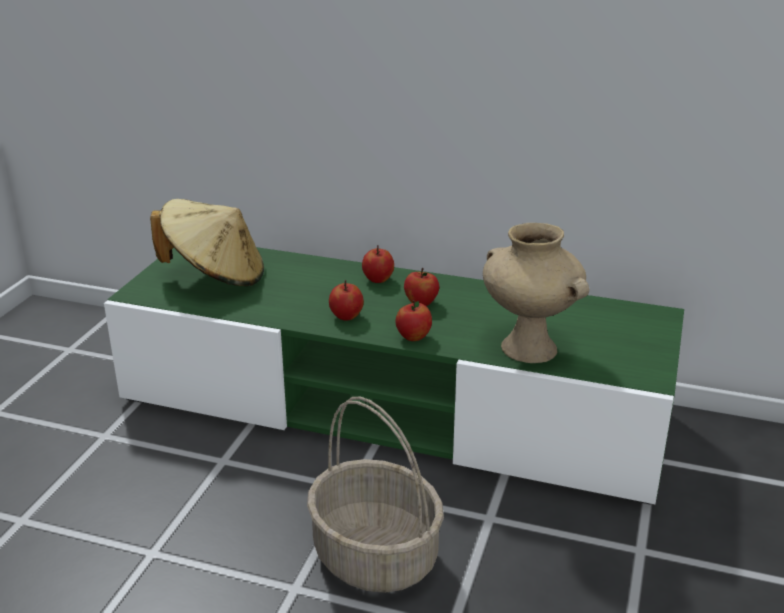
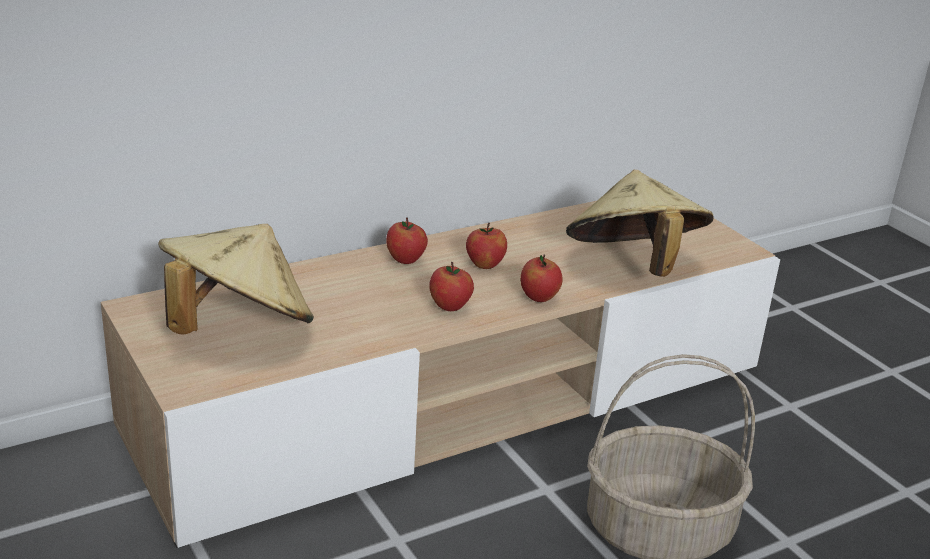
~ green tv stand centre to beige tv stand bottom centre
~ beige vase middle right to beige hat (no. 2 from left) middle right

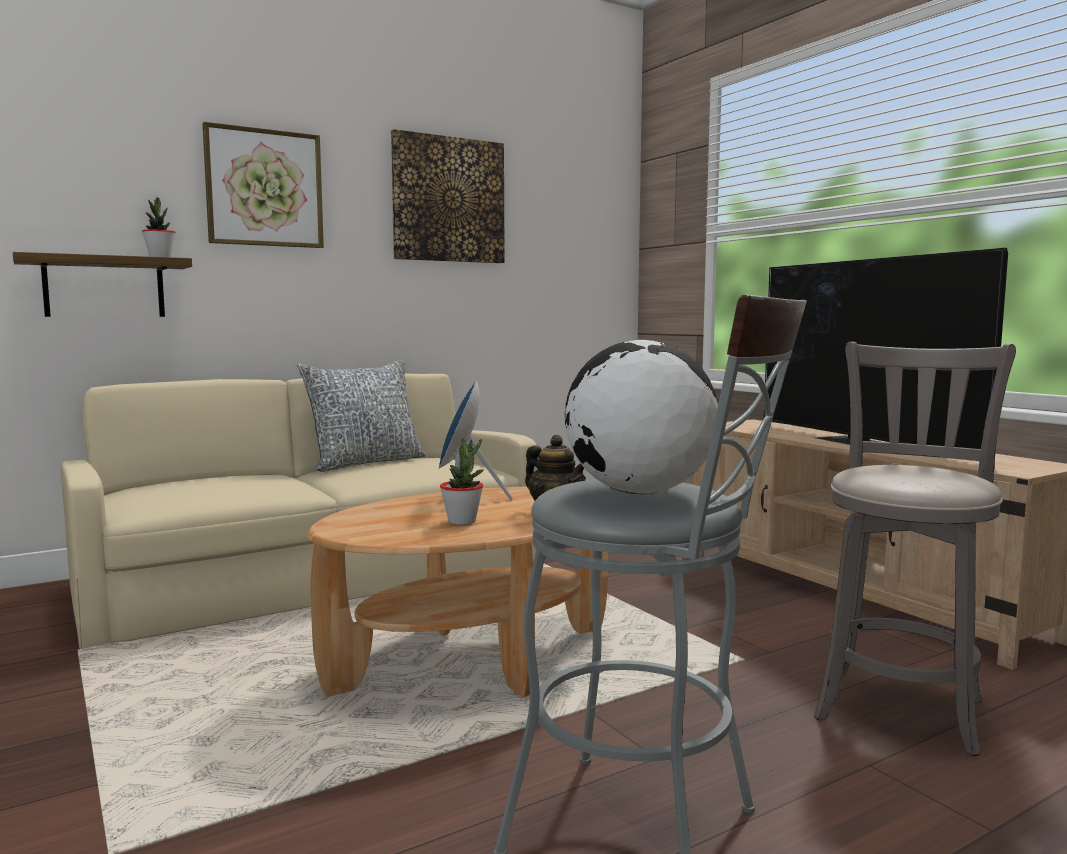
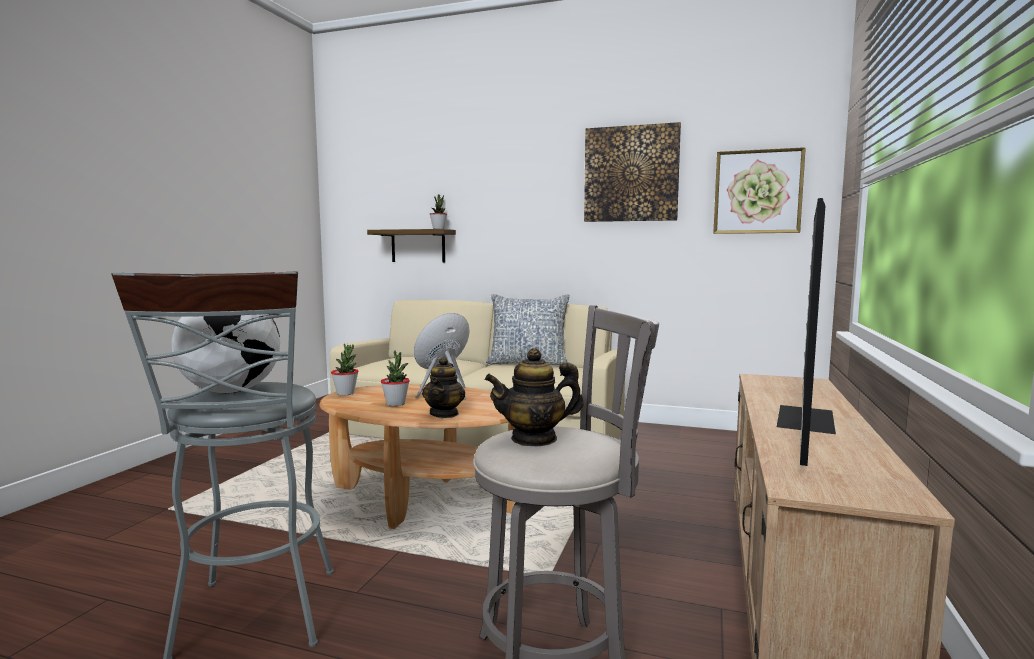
~ picture (no. 1 from left in the first image) top left to picture (no. 2 from left) top right
+ potted plant (no. 1 from left) middle left
+ teapot (no. 2 from left) centre

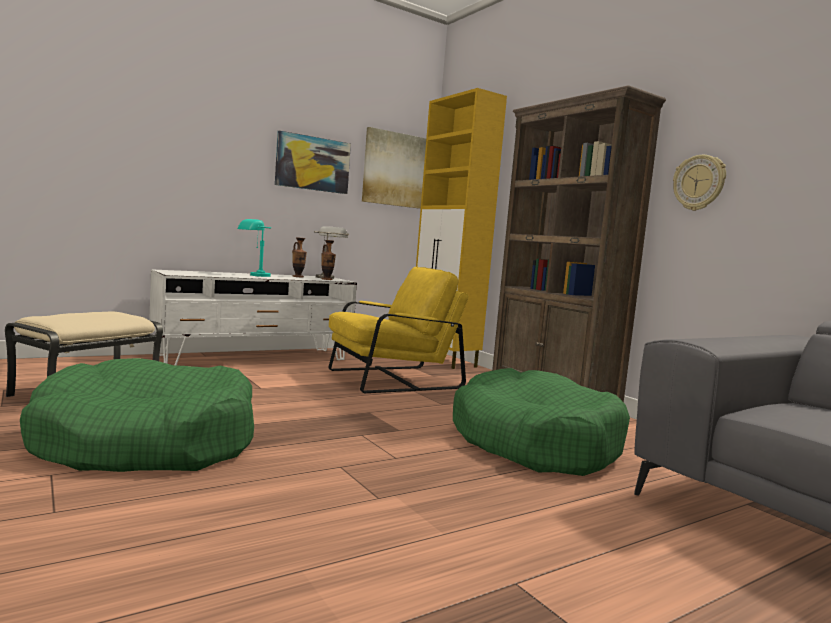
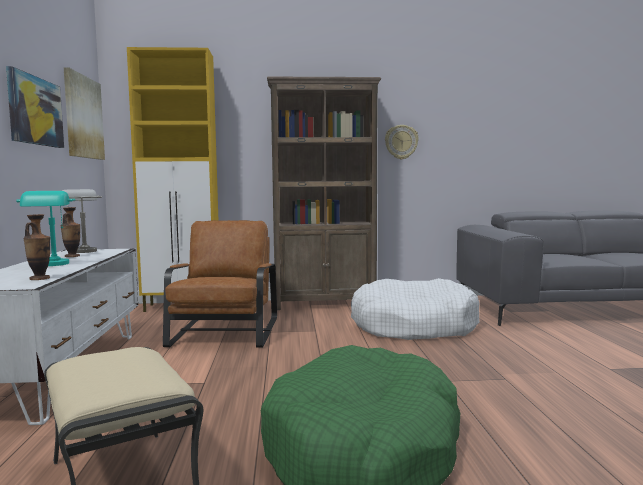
~ vase (no. 2 from left in the first image) centre to vase (no. 1 from left) middle left
~ yellow armchair centre to brown armchair centre
~ green dog bed (no. 2 from left) bottom centre to white dog bed centre

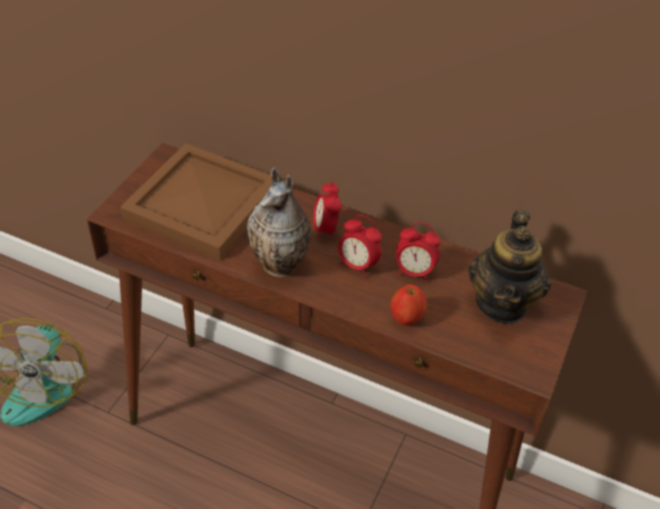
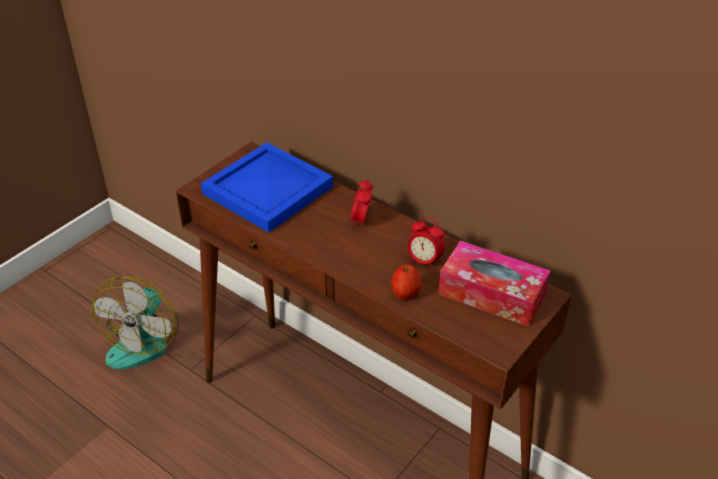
~ brown tray middle left to blue tray centre
- vase centre
- alarm clock (no. 2 from left) centre
~ teapot middle right to tissue box middle right

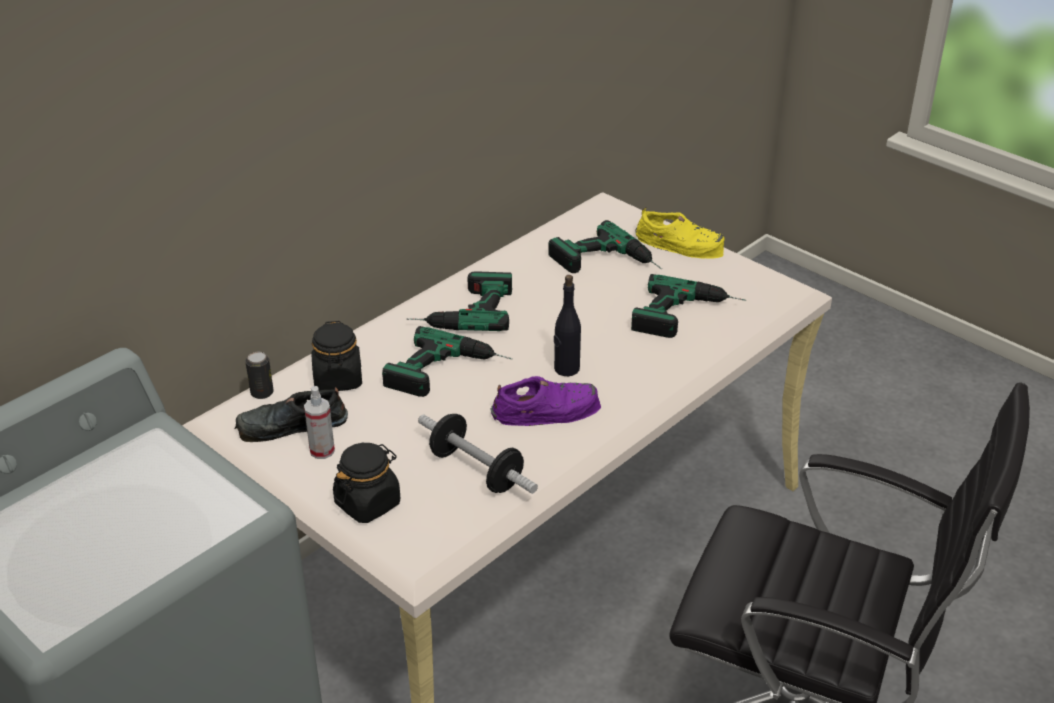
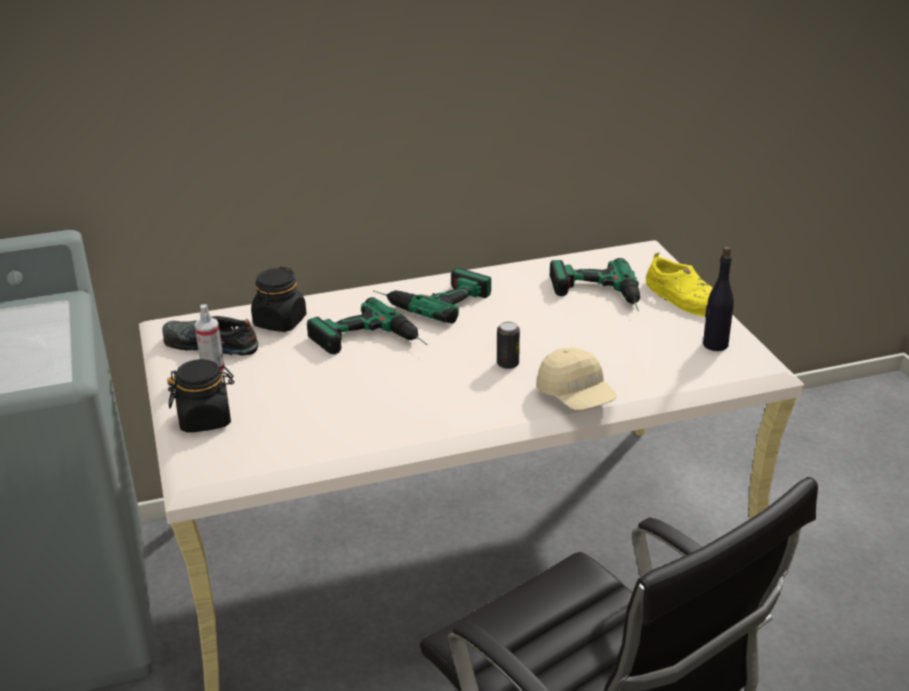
~ can middle left to centre
- dumbbell centre
- purple shoe centre
~ black bottle centre to middle right
- power drill (no. 4 from left) centre
+ beige cap centre

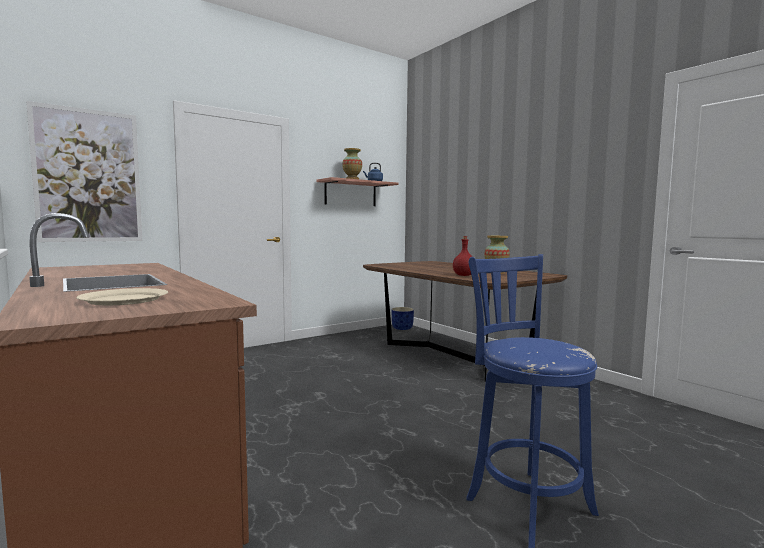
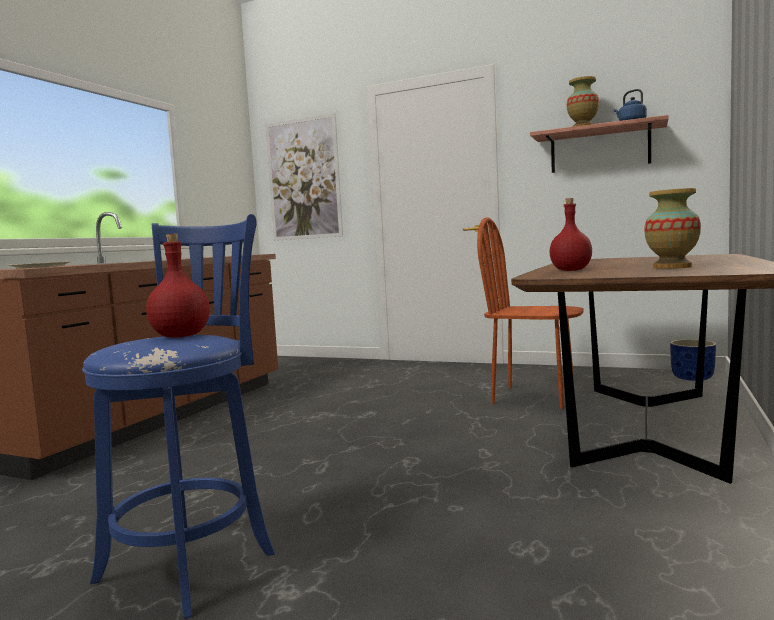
+ red bottle (no. 1 from left) middle left
+ brown chair middle right

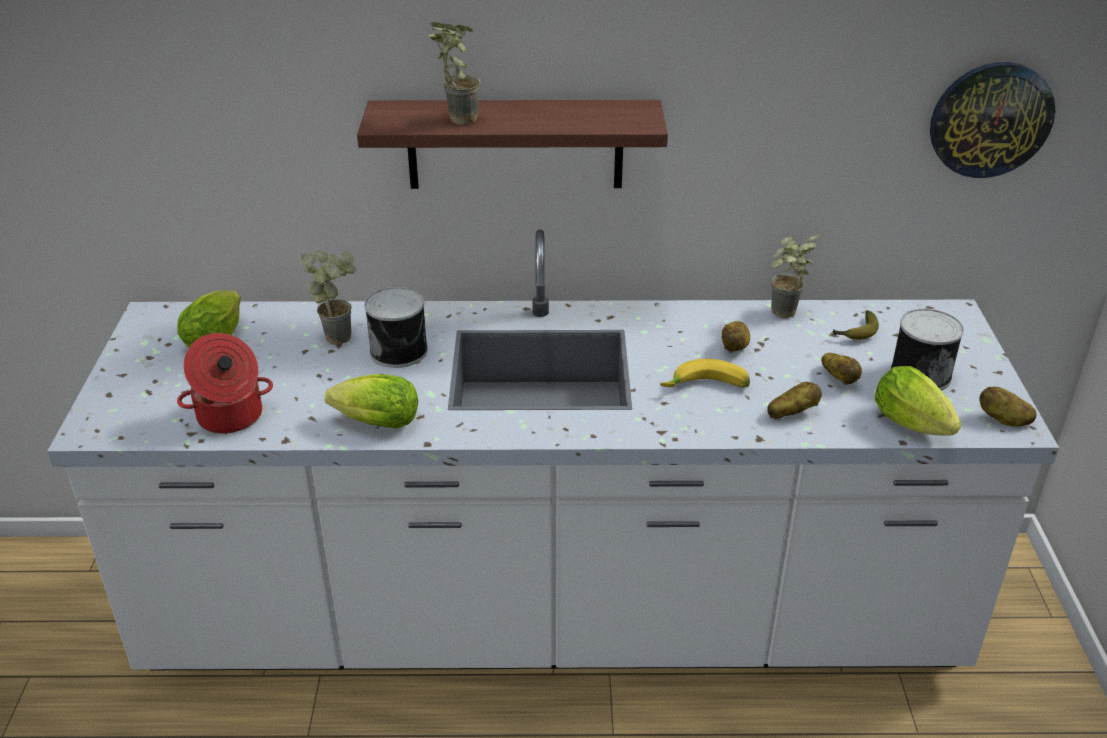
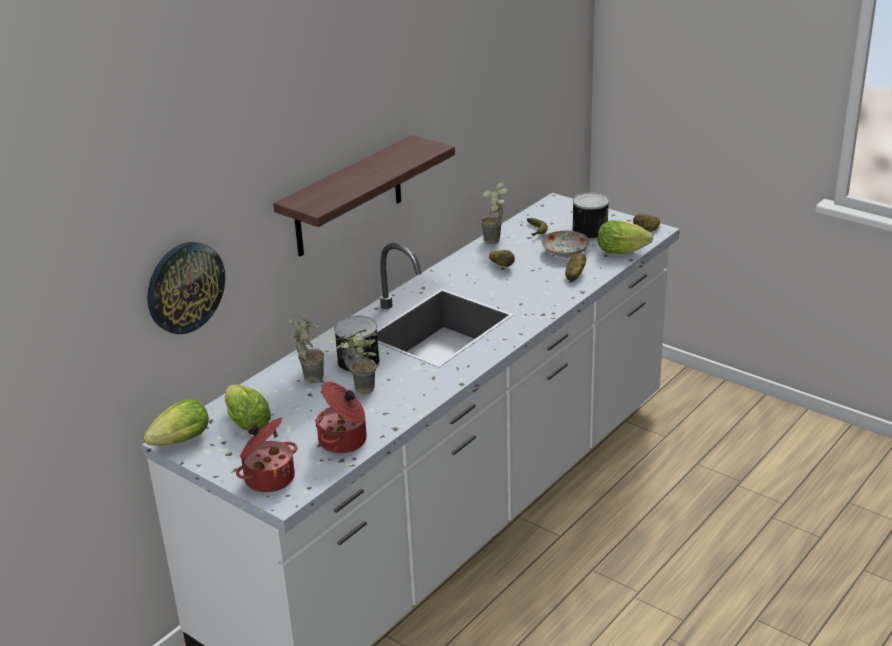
~ lettuce (no. 2 from left in the first image) centre to lettuce (no. 1 from left) middle left
~ potted plant (no. 2 from left) top centre to centre
- banana (no. 1 from left) centre
~ potato (no. 3 from left) middle right to plate centre
~ wall clock top right to middle left
+ cooking pot (no. 1 from left) bottom left

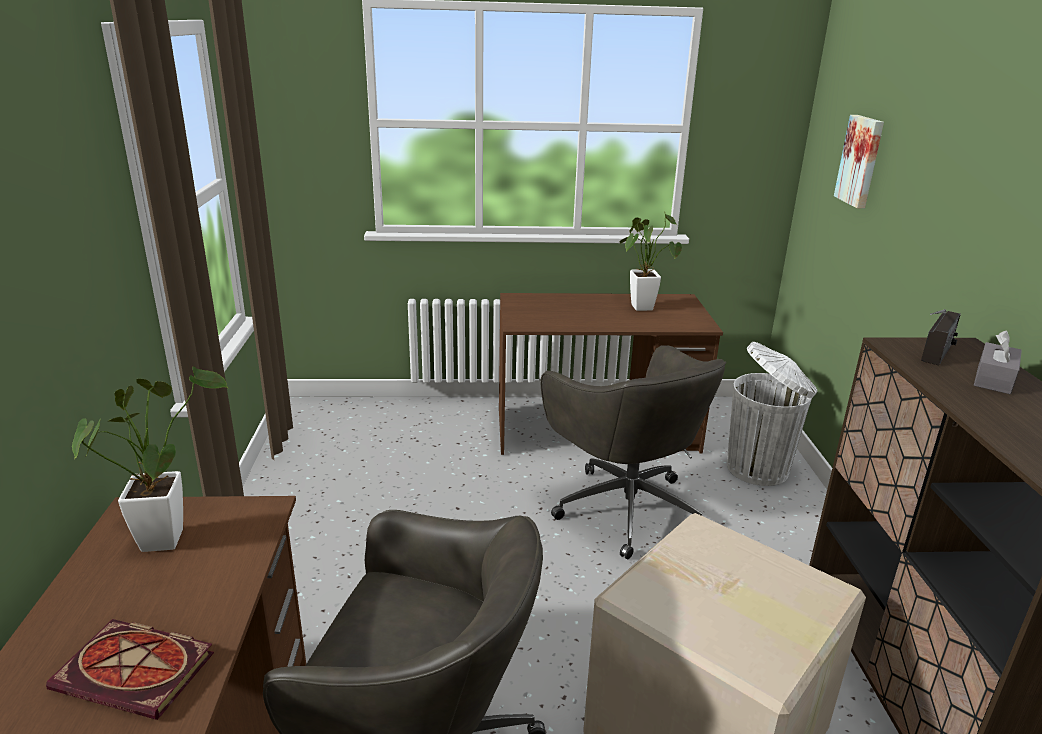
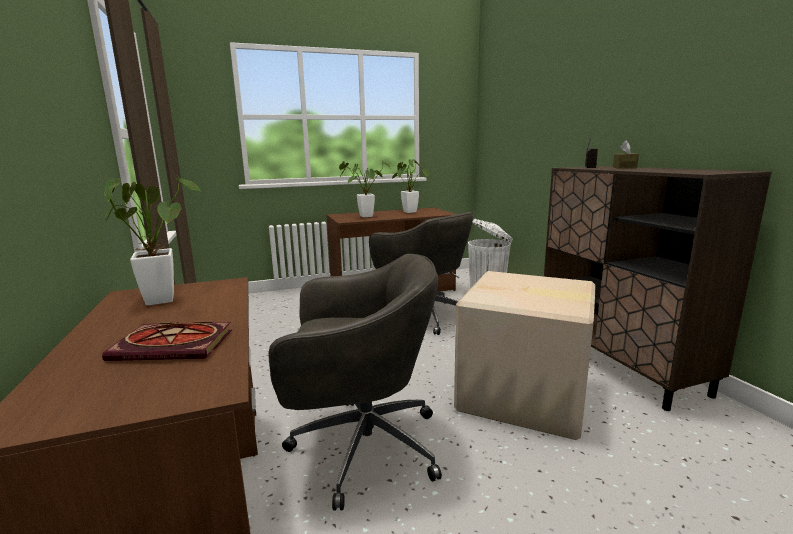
- picture top right
~ grey tissue box middle right to brown tissue box top right
+ potted plant (no. 2 from left) centre

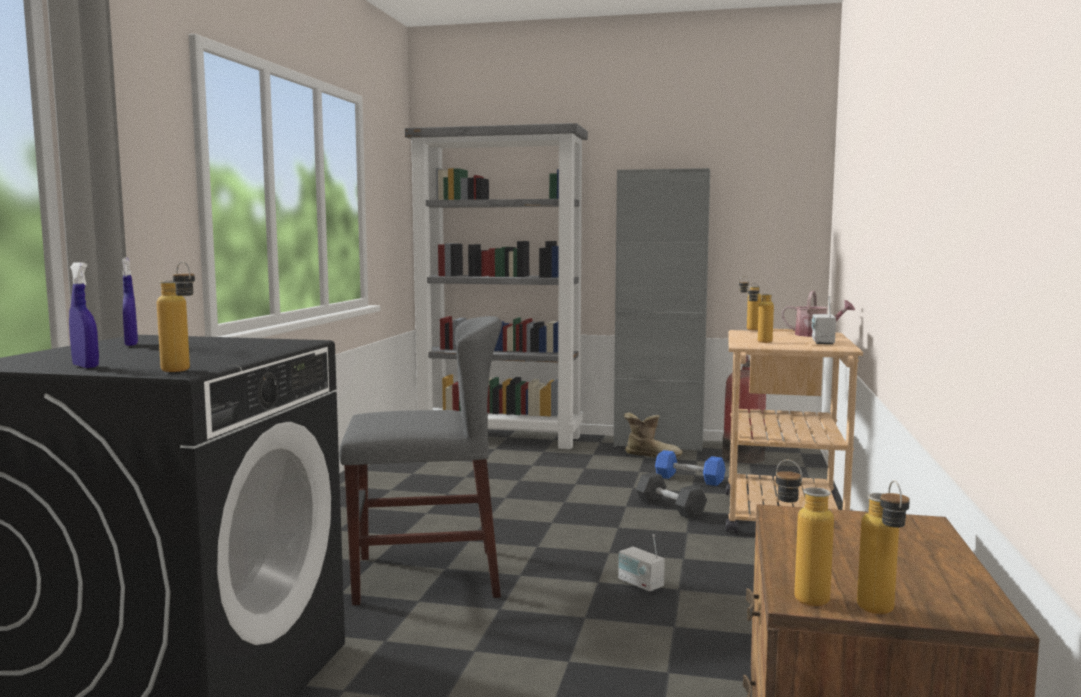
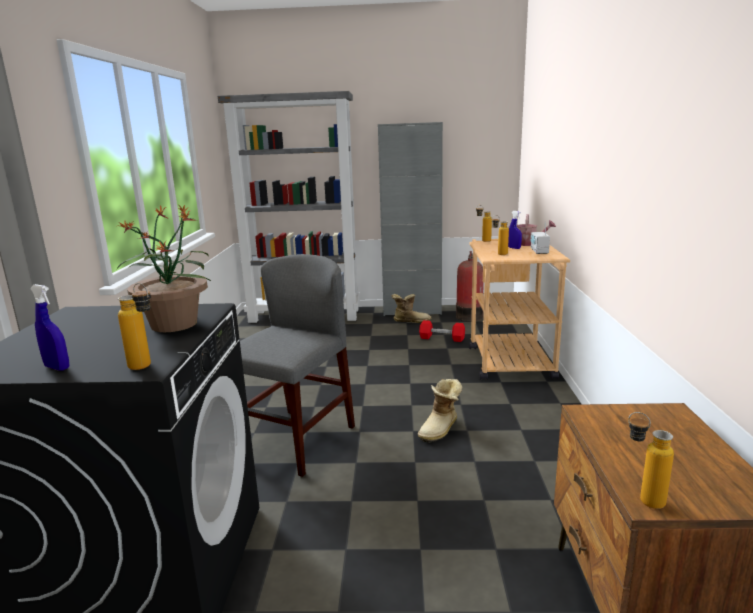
~ blue spray bottle (no. 2 from left) middle left to middle right
~ grey chair centre = centre 45 degrees counterclockwise
~ radio (no. 1 from left) bottom centre to boot (no. 2 from left) bottom centre
- black dumbbell bottom centre
~ blue dumbbell bottom centre to red dumbbell centre
- bottle (no. 5 from left) bottom right
+ potted plant middle left

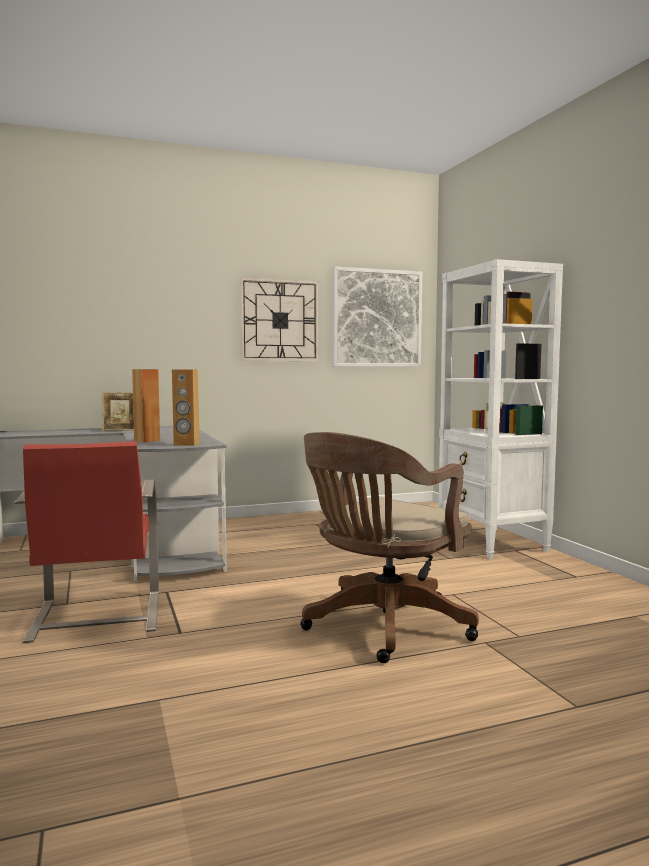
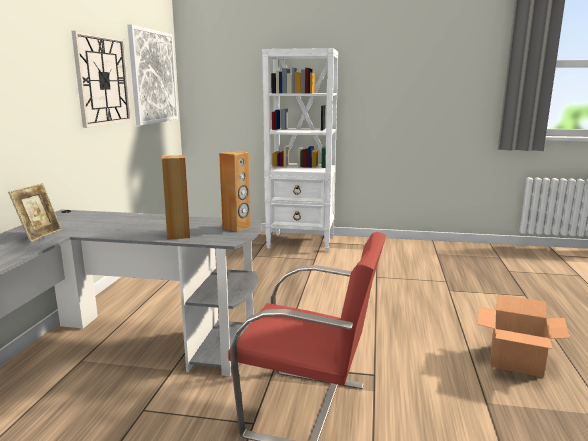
- brown office chair centre
+ cardboard box bottom right

